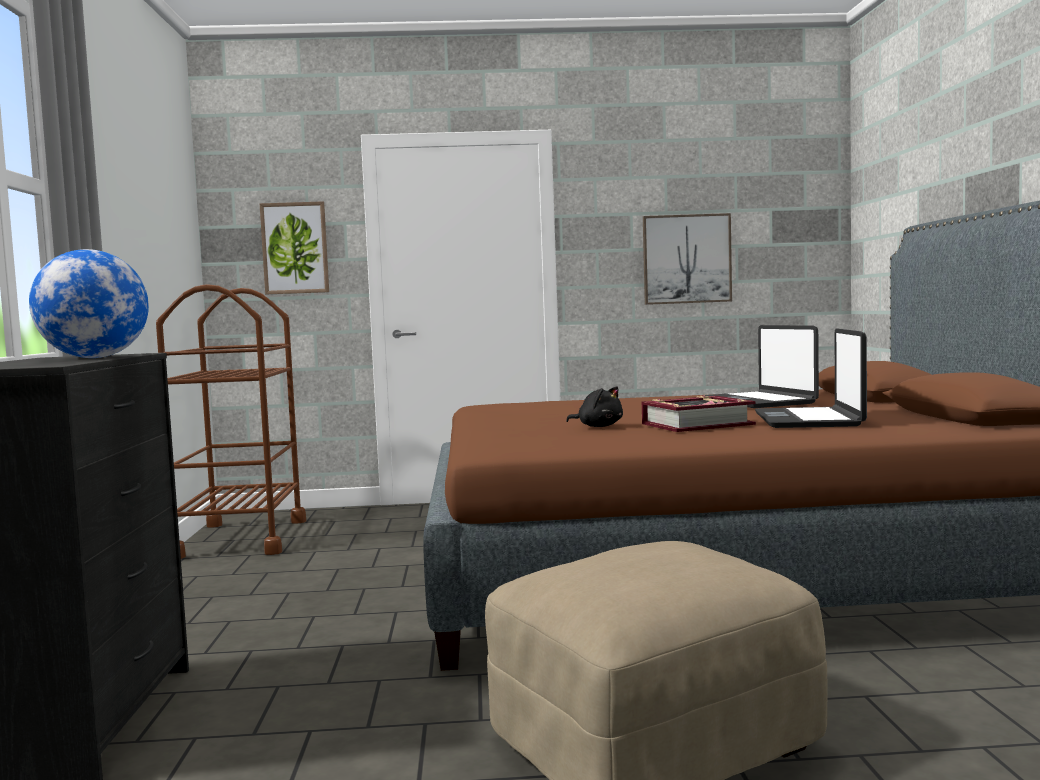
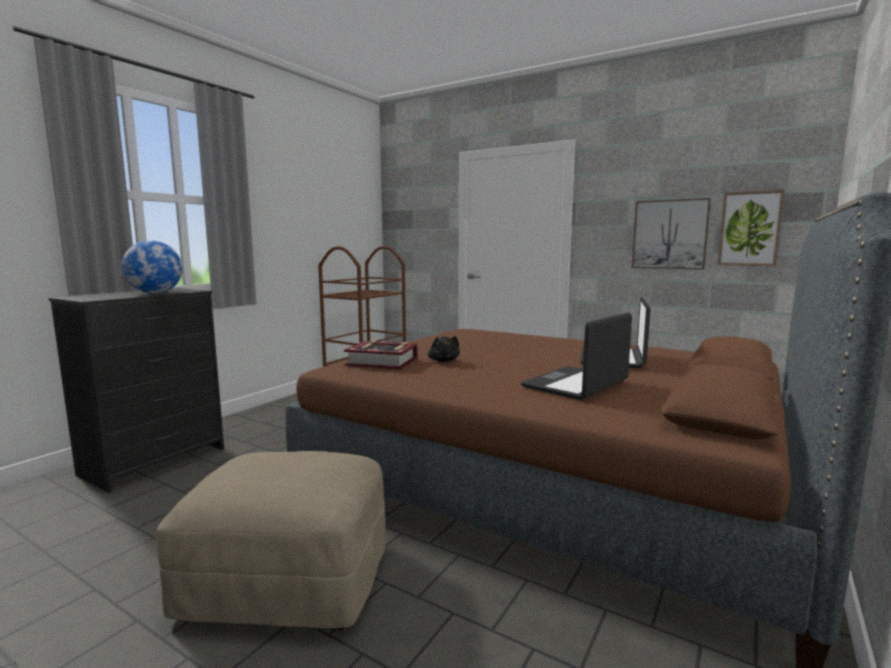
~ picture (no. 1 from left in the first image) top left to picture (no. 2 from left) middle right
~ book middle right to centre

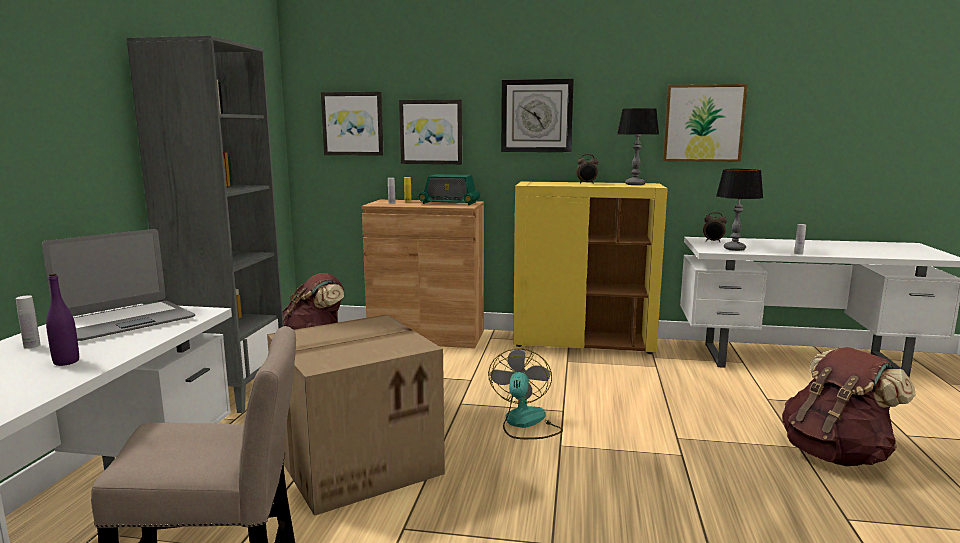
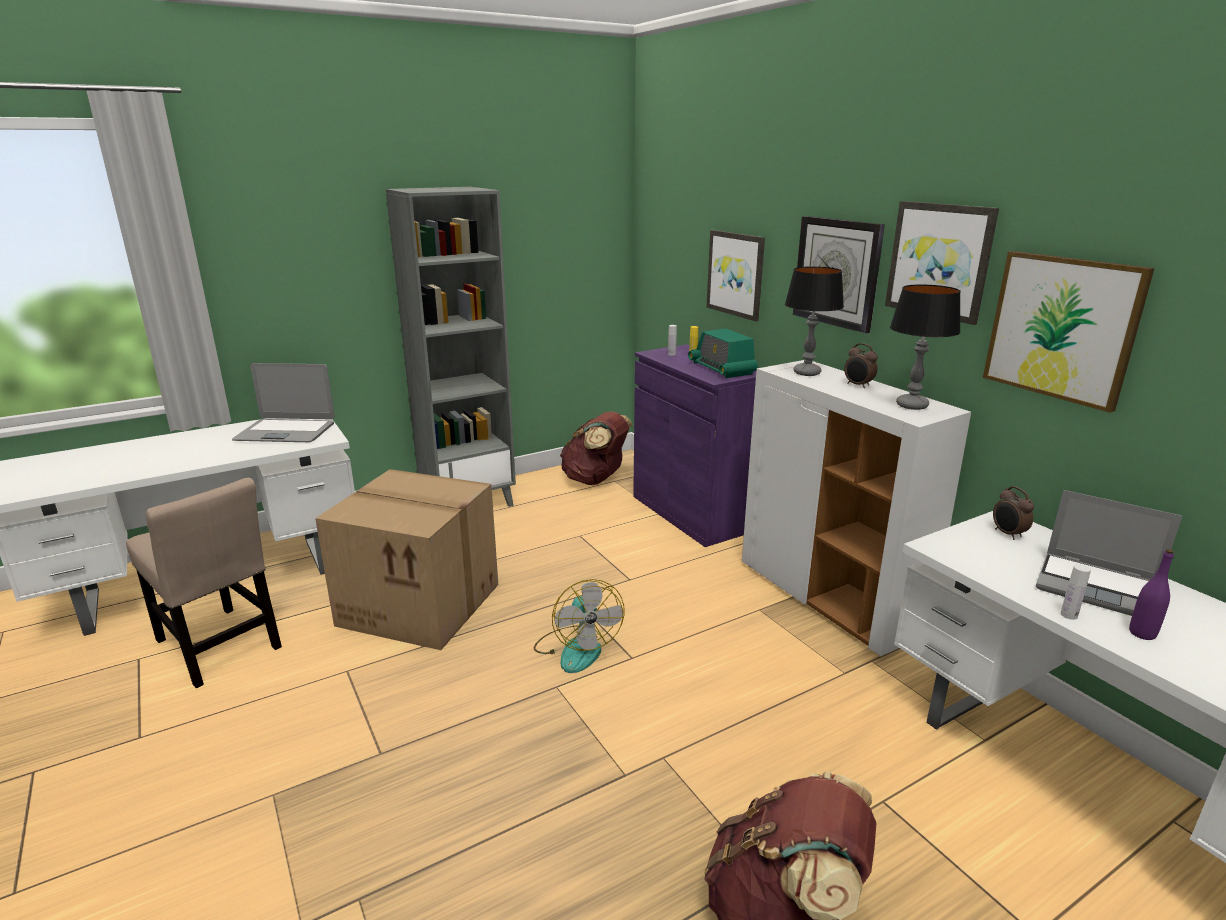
- white bottle (no. 1 from left) middle left
~ purple bottle middle left to middle right
~ picture (no. 1 from left in the first image) top centre to picture (no. 2 from left) top right
~ brown cabinet centre to purple cabinet centre
~ fan bottom centre = bottom centre 105 degrees clockwise
~ yellow cabinet centre to white cabinet middle right
~ table lamp (no. 2 from left in the first image) middle right to table lamp (no. 1 from left) centre
+ laptop (no. 2 from left) middle right

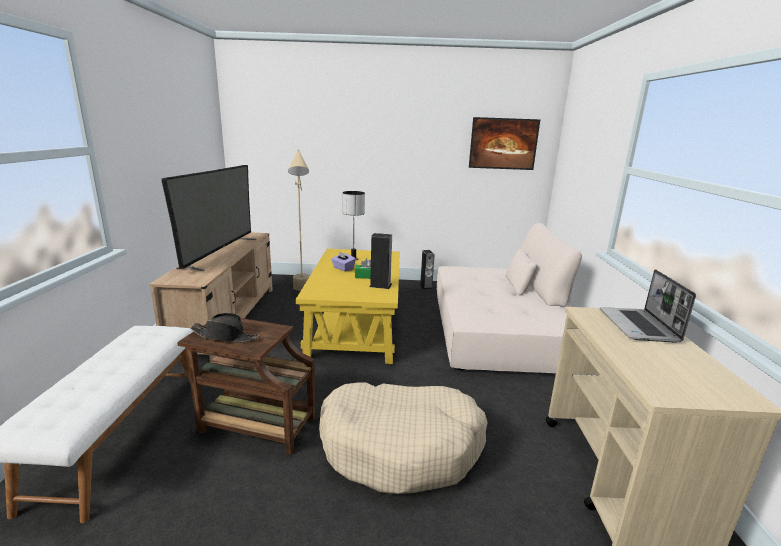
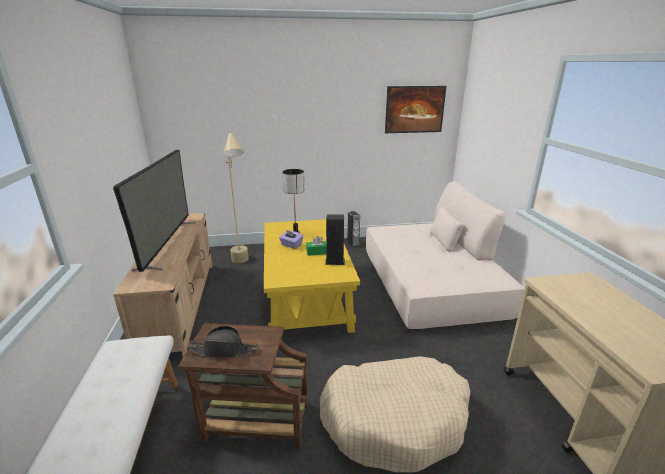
- laptop middle right

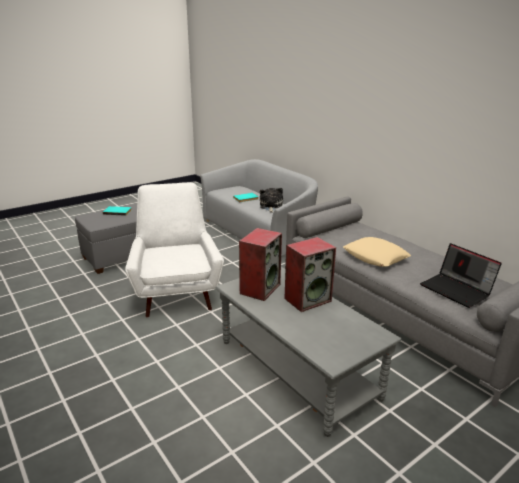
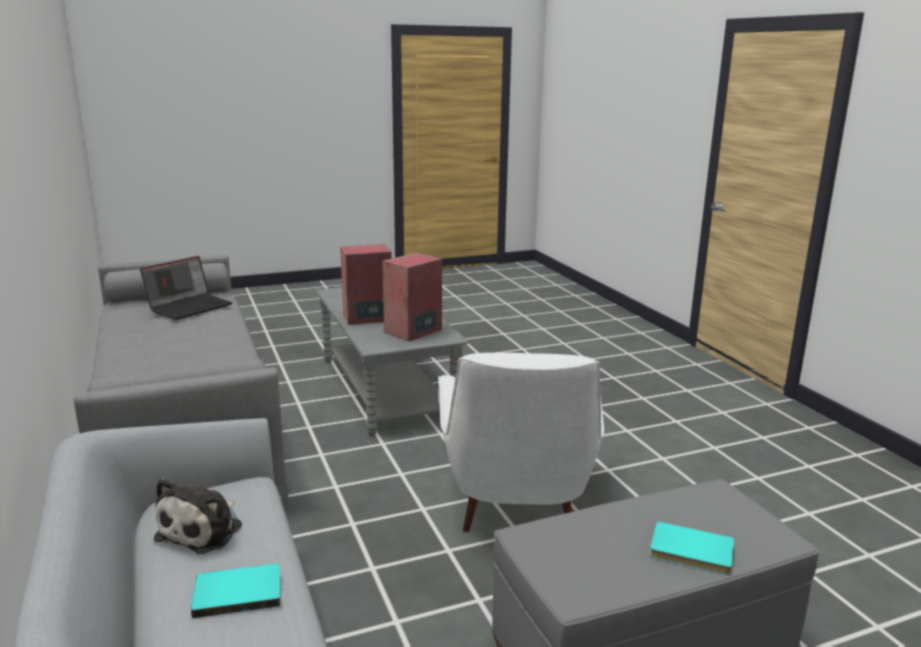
- beige pillow middle right
~ laptop middle right = middle left 60 degrees clockwise

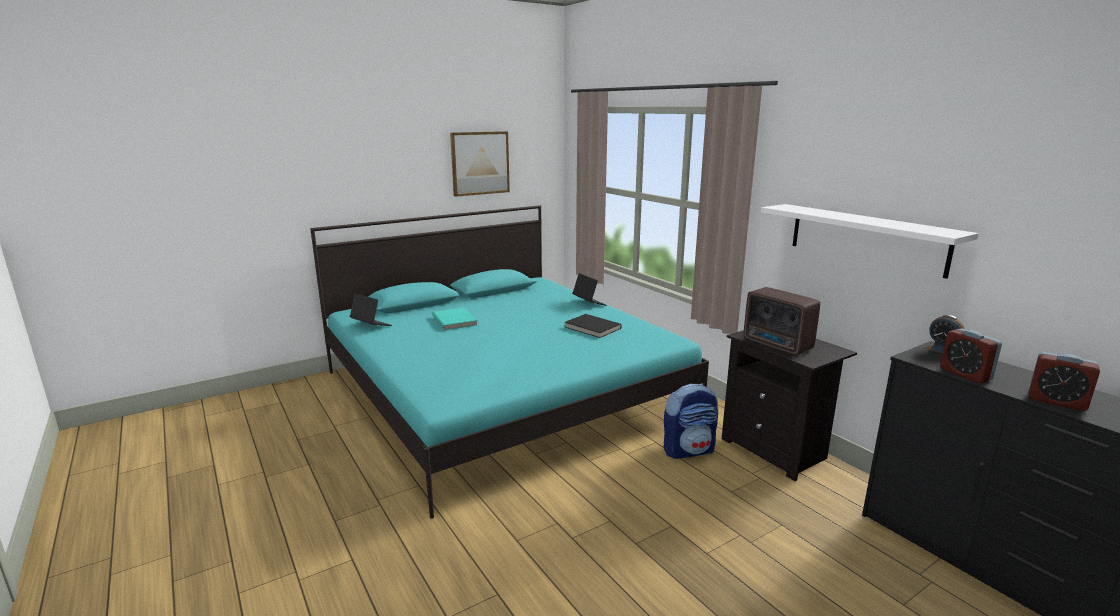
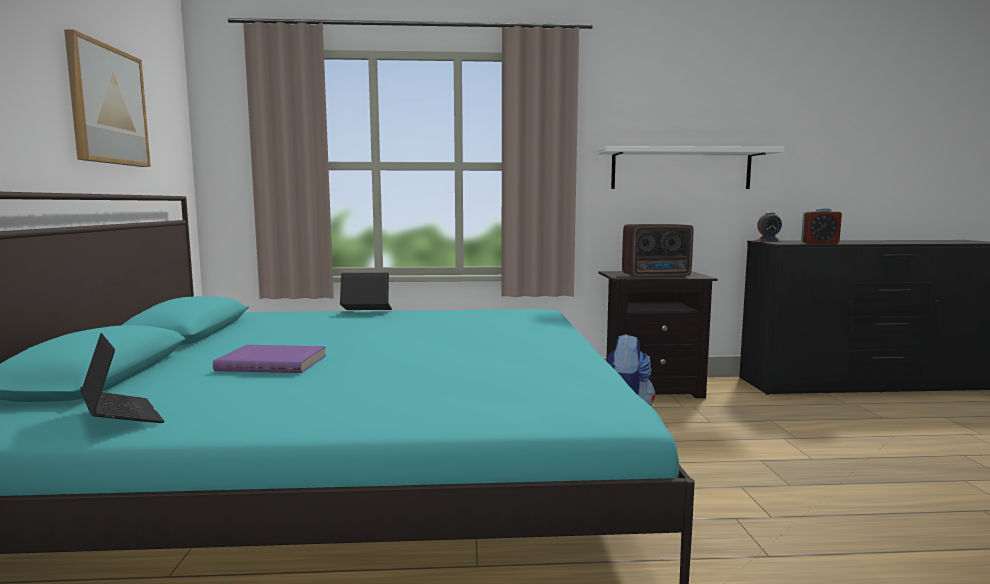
~ laptop (no. 1 from left) middle left = middle left 75 degrees clockwise
~ turquoise book centre to purple book middle left
- black book centre
- alarm clock (no. 3 from left) middle right

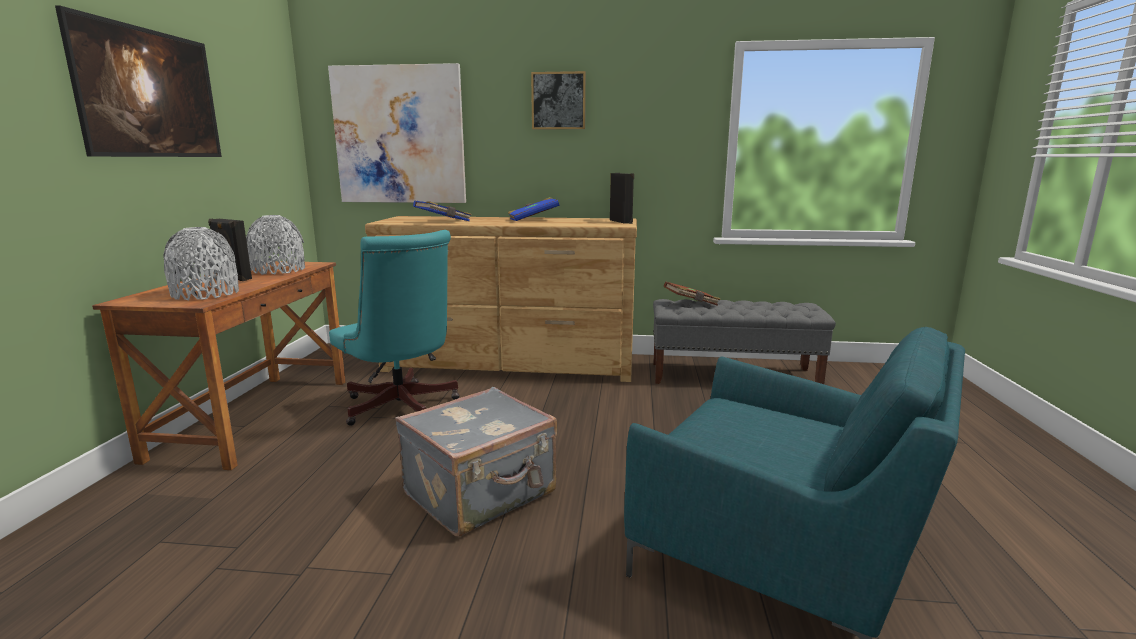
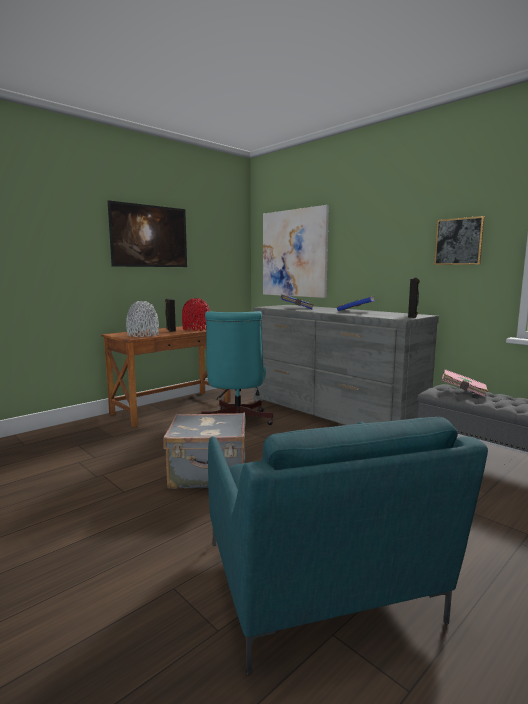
~ grey vase (no. 2 from left) middle left to red vase centre
~ brown dresser centre to grey dresser centre
~ picture (no. 3 from left) top centre to middle right
~ brown book centre to pink book middle right

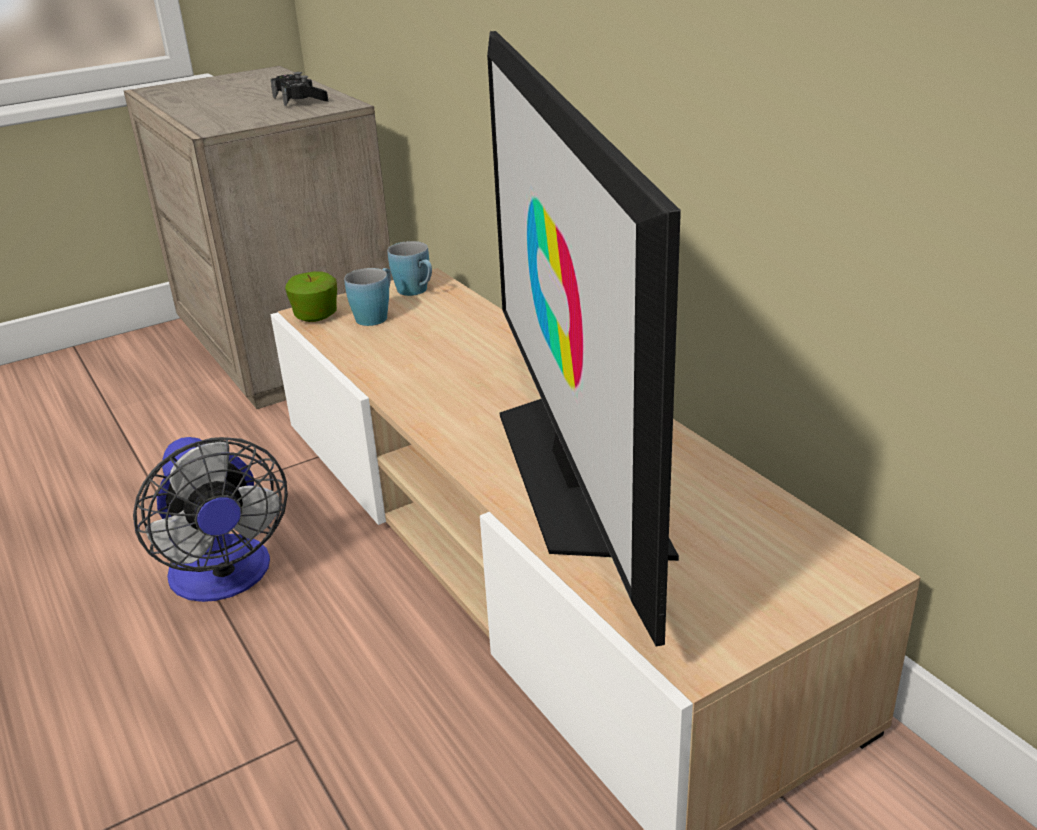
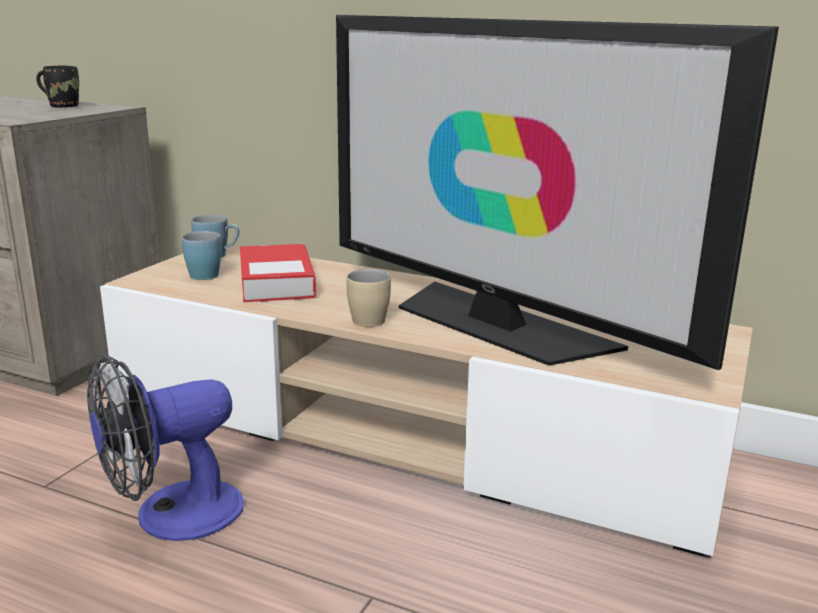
~ fan middle left = bottom left 120 degrees clockwise
~ black game controller top left to black mug top left
- apple middle left
+ book centre
+ beige mug centre

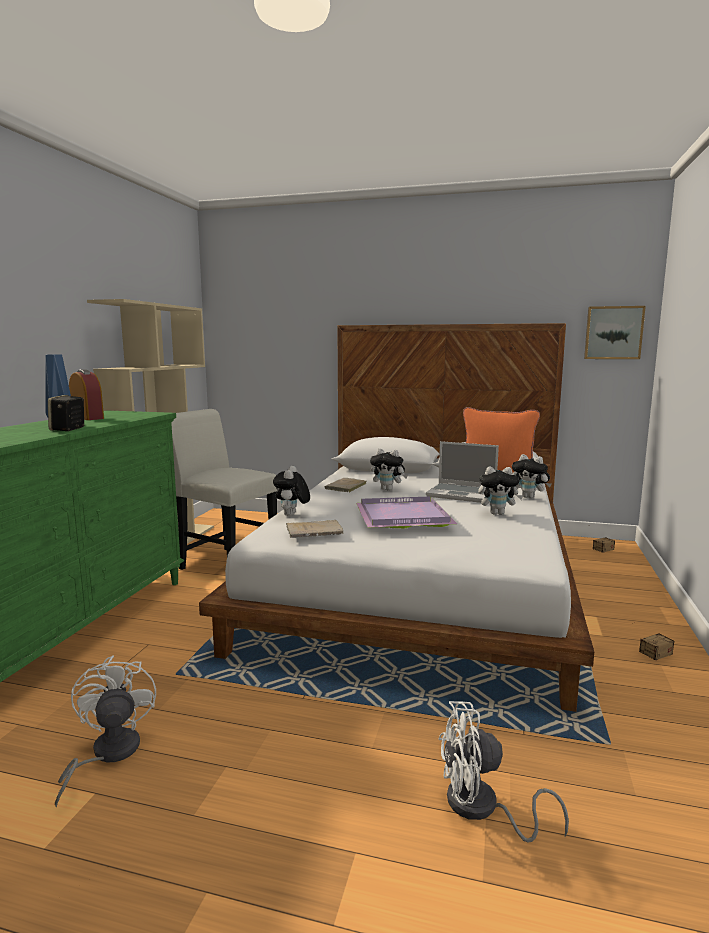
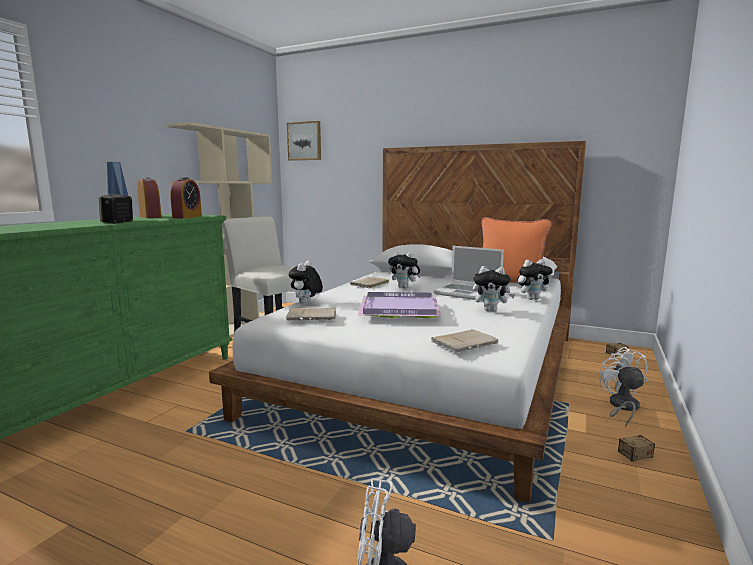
~ white fan (no. 1 from left in the first image) bottom left to white fan (no. 2 from left) bottom right
~ plush toy (no. 4 from left) middle right = middle right 60 degrees counterclockwise
~ picture middle right to top centre
+ alarm clock (no. 2 from left) middle left
+ beige book (no. 3 from left) centre

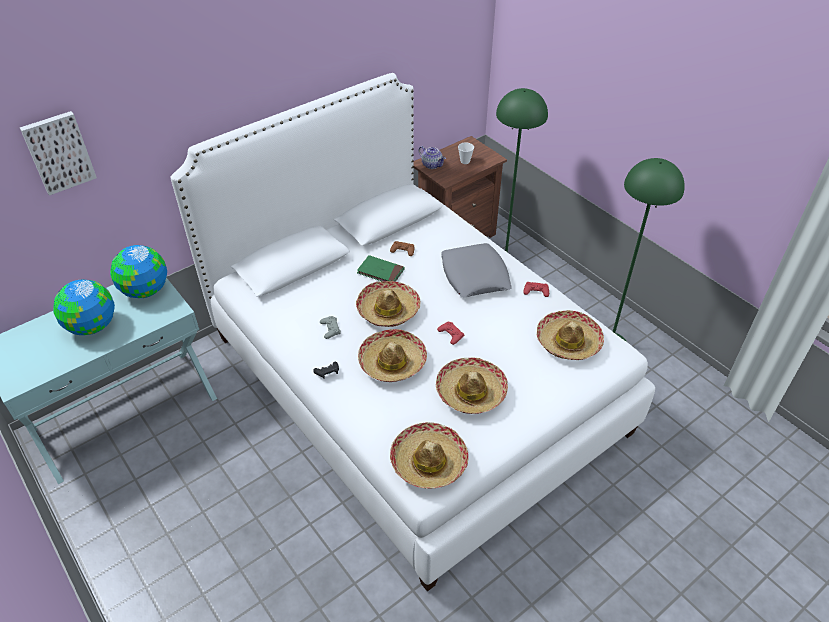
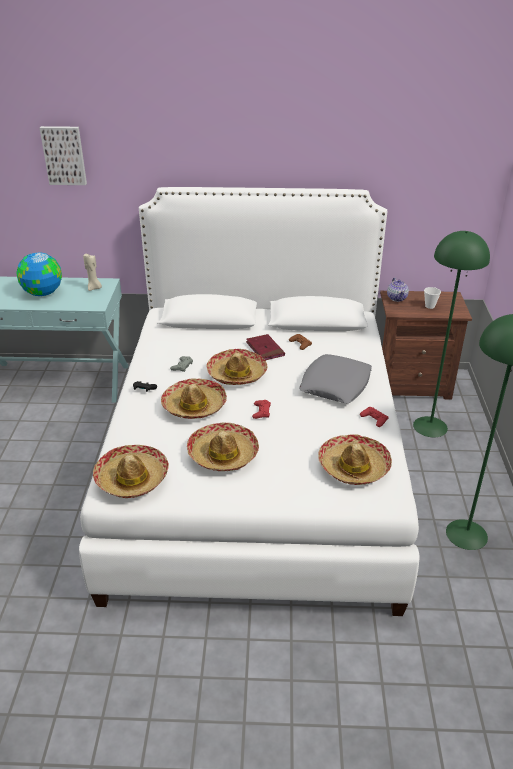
~ globe (no. 2 from left) middle left to beige candle middle left
~ green book centre to red book centre

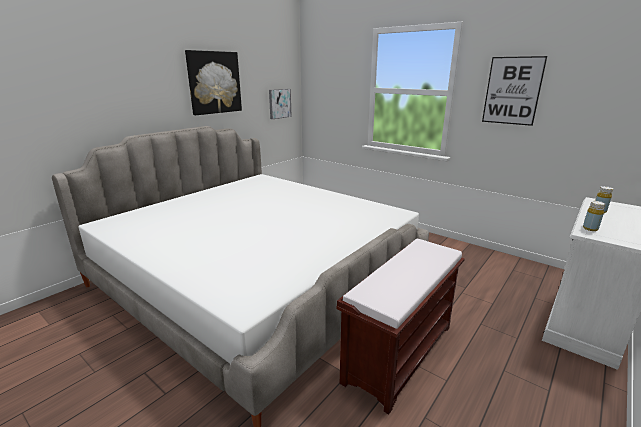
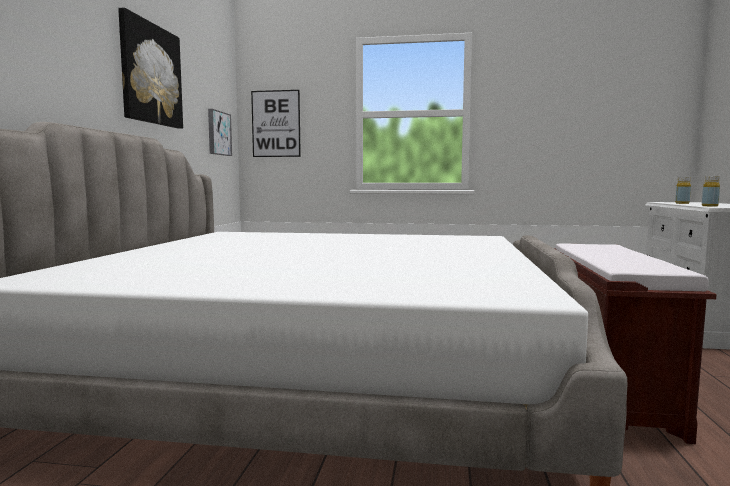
~ picture (no. 3 from left) top right to top centre

